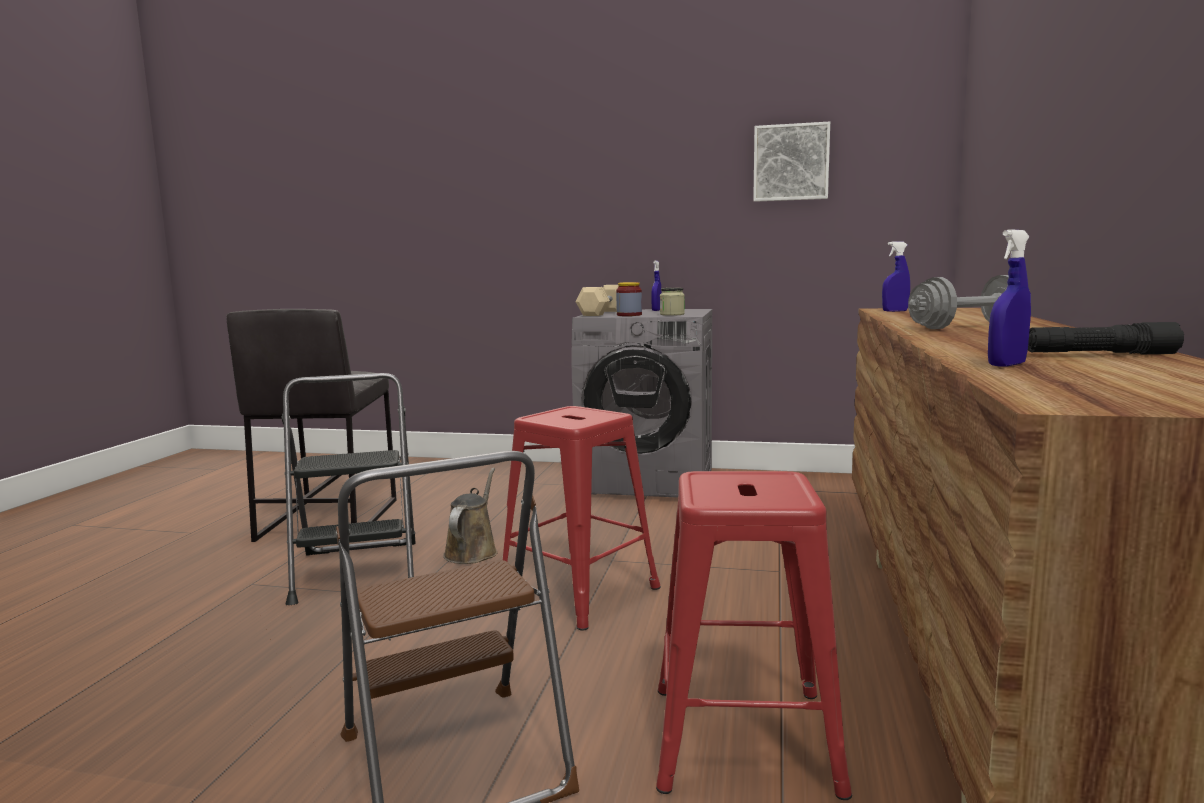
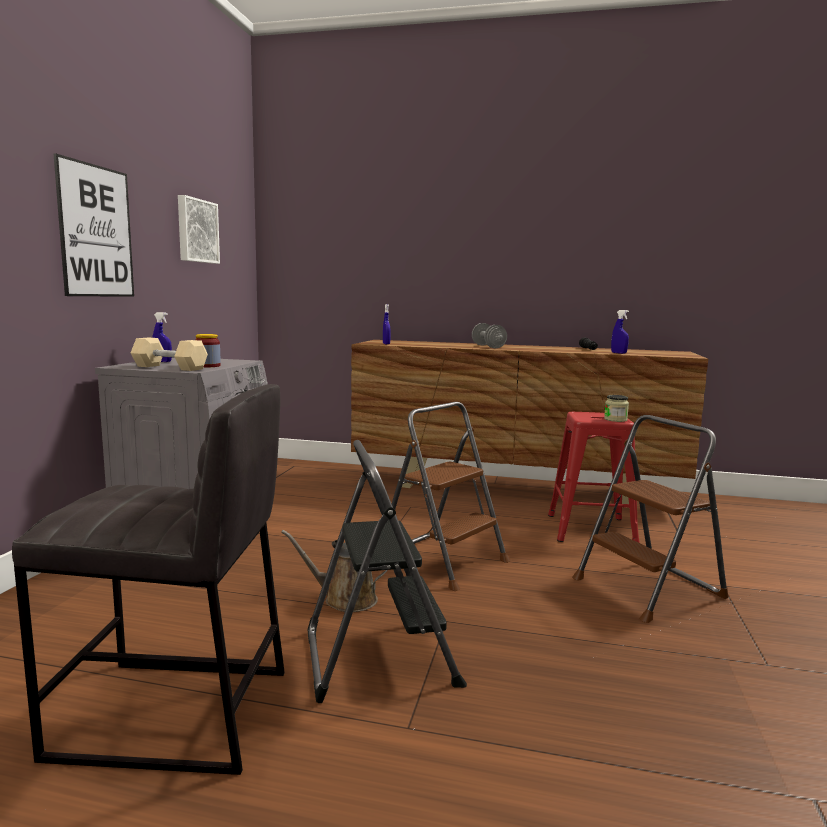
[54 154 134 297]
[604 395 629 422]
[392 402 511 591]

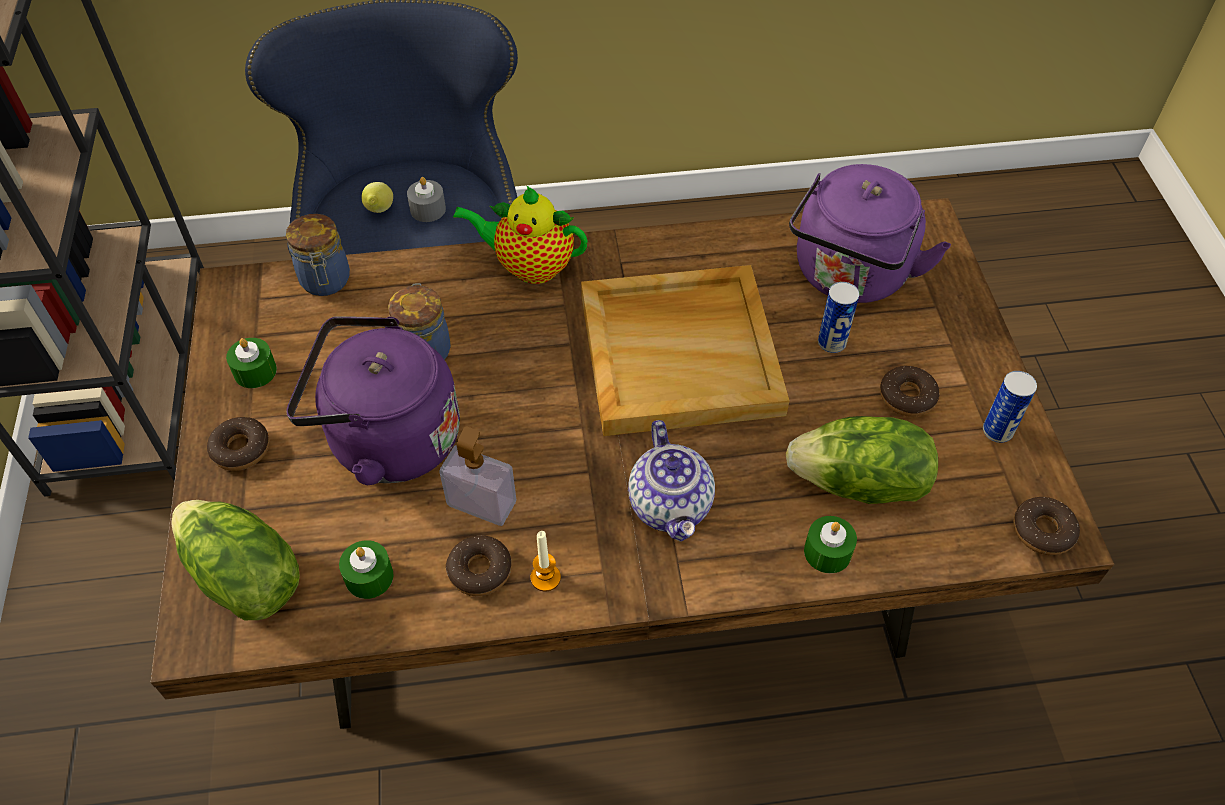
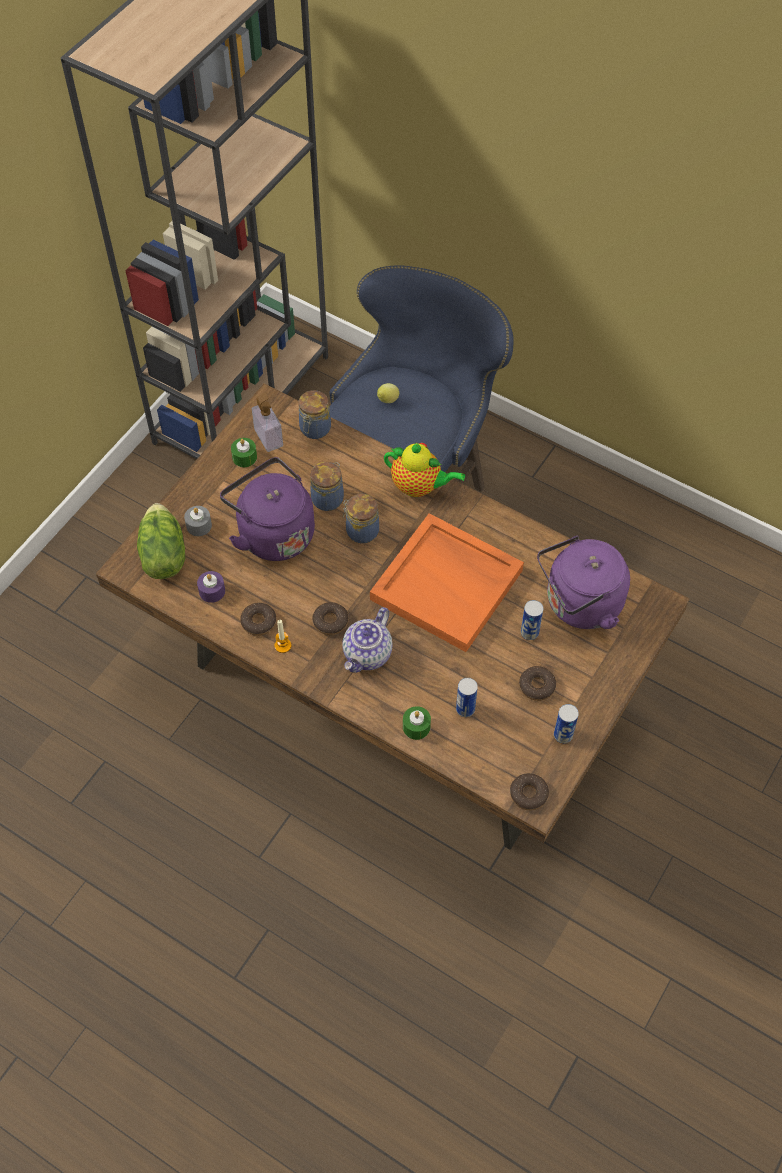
[343 494 379 543]
[312 602 348 635]
[184 506 212 536]
[252 393 283 452]
[456 678 478 717]
[197 571 225 603]
[370 513 524 652]
[384 442 465 497]

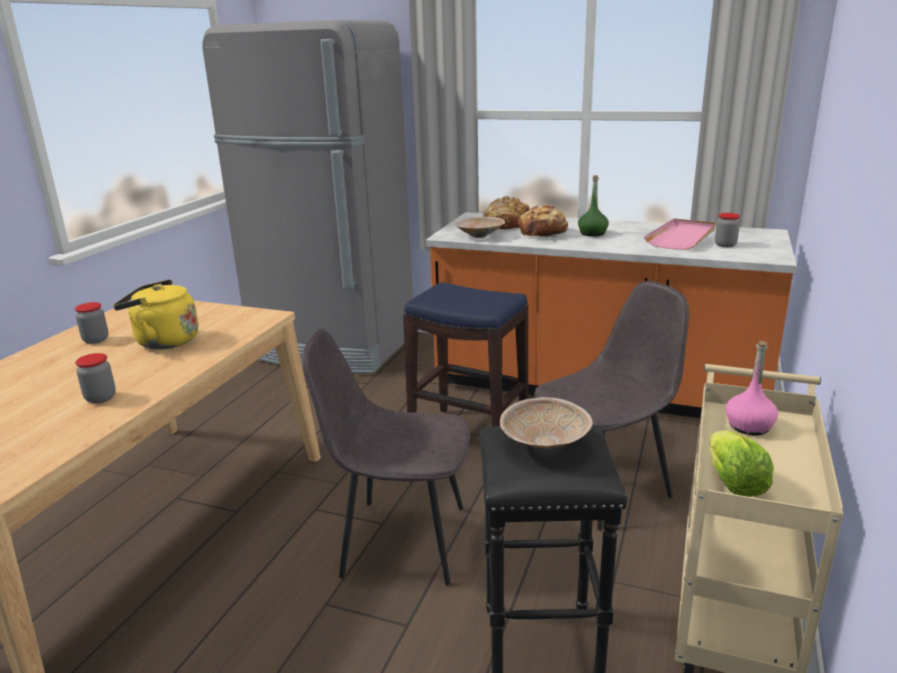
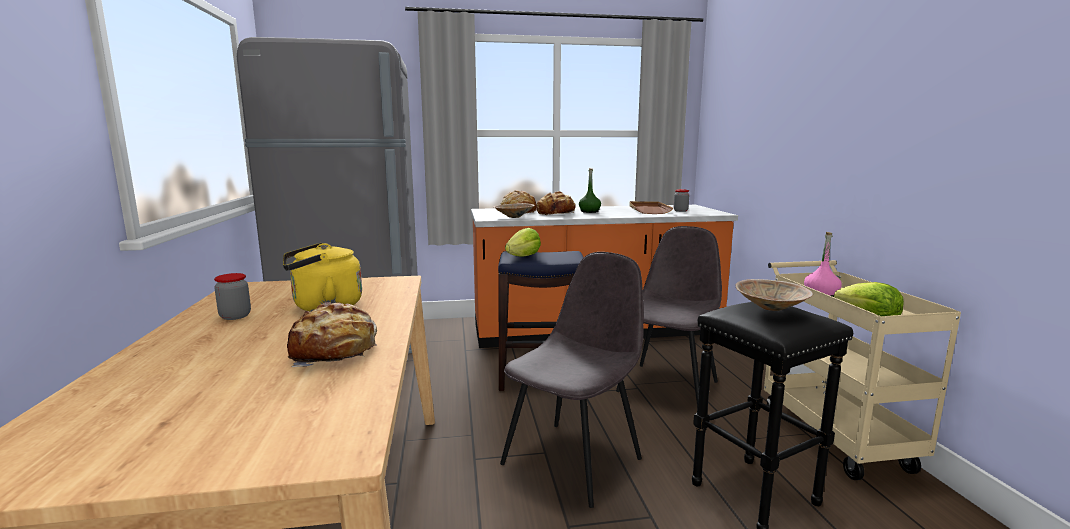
[505 228 541 256]
[287 302 377 367]
[630 201 673 214]
[500 252 643 508]

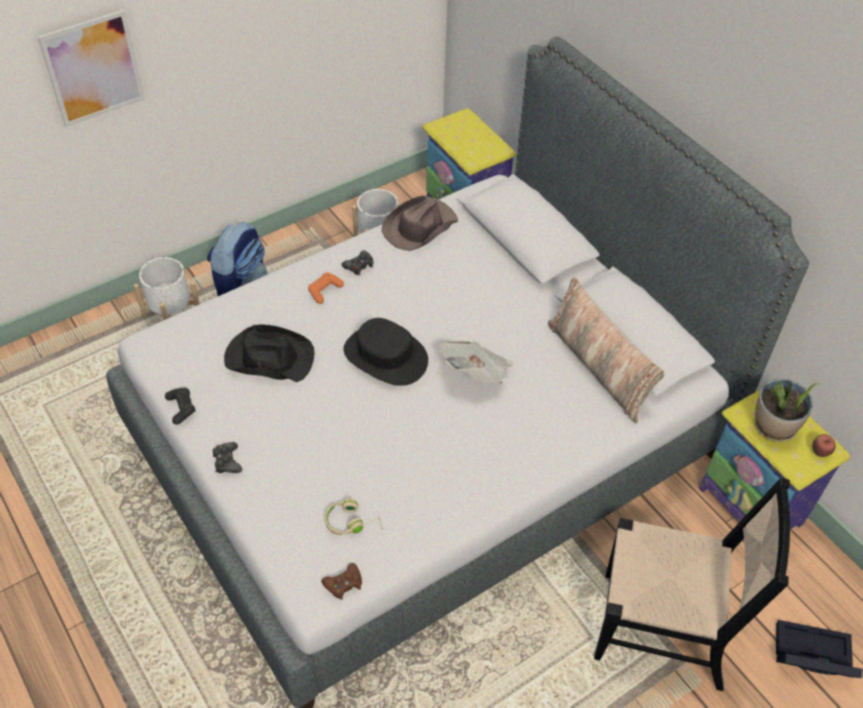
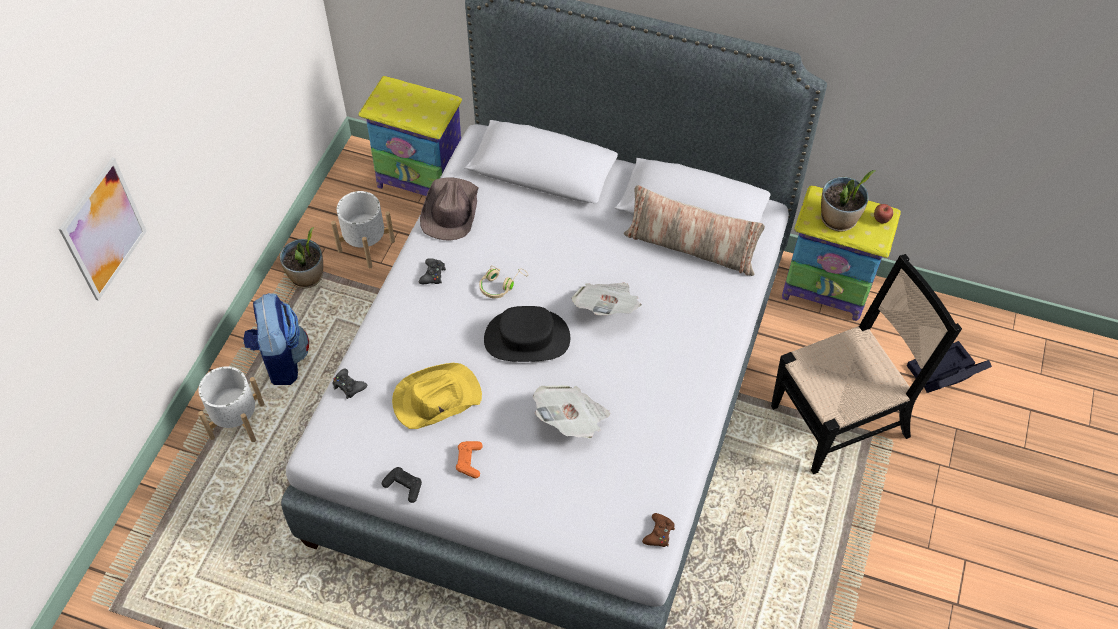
[280 227 323 288]
[533 385 610 438]
[332 368 367 399]
[456 441 483 478]
[479 266 528 298]
[392 363 482 429]

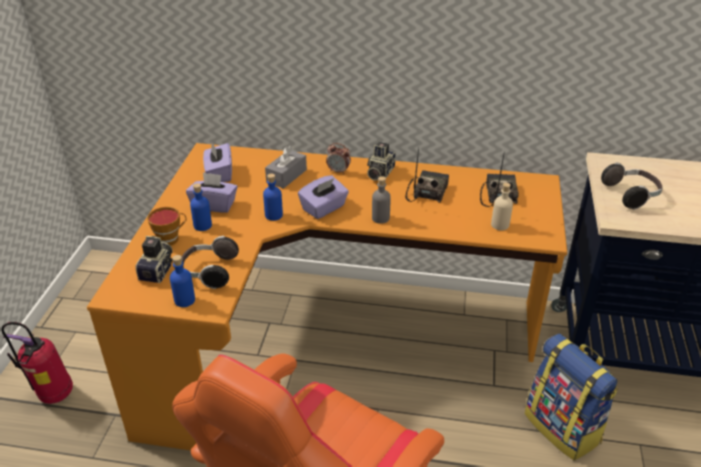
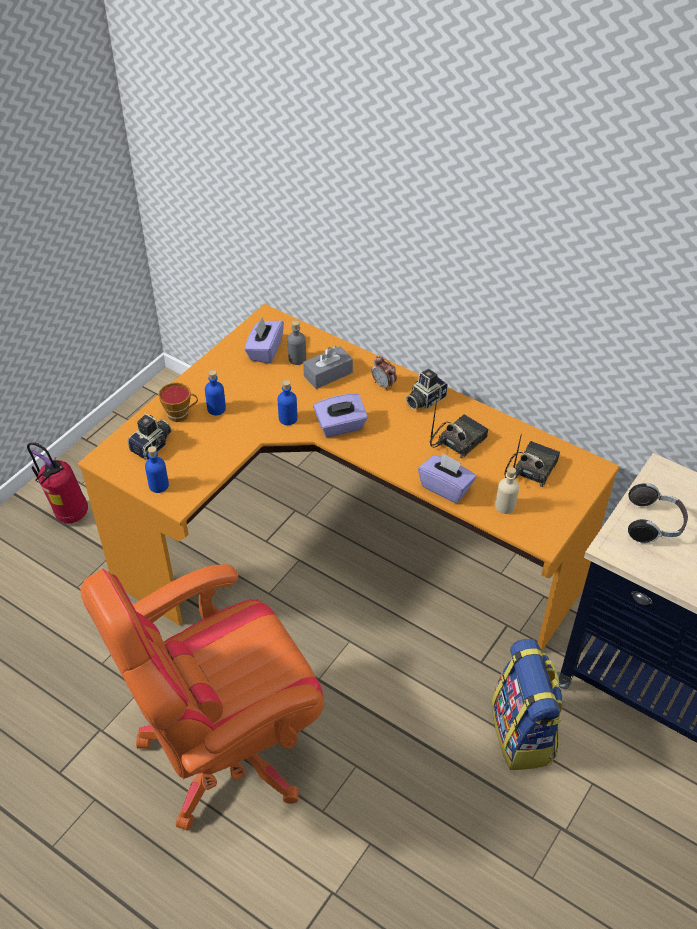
[182 236 239 289] (first image)
[418 453 476 503]
[287 320 306 365]

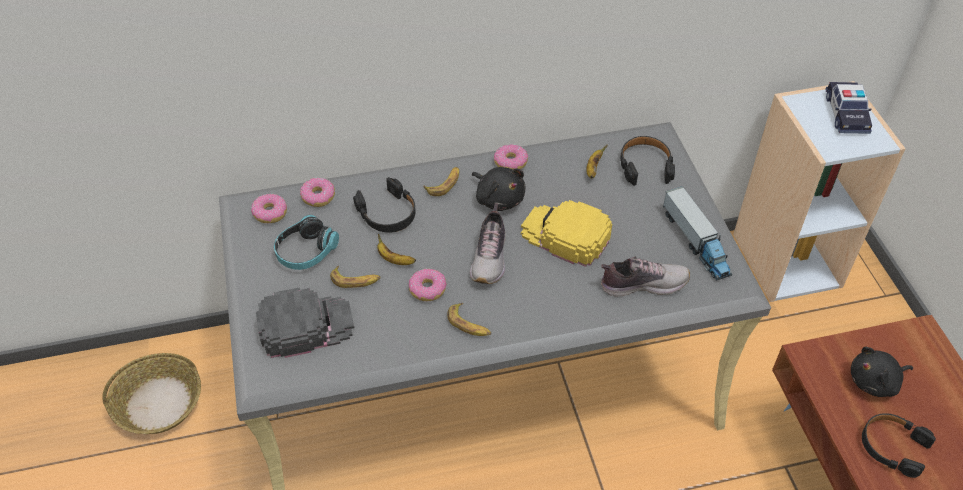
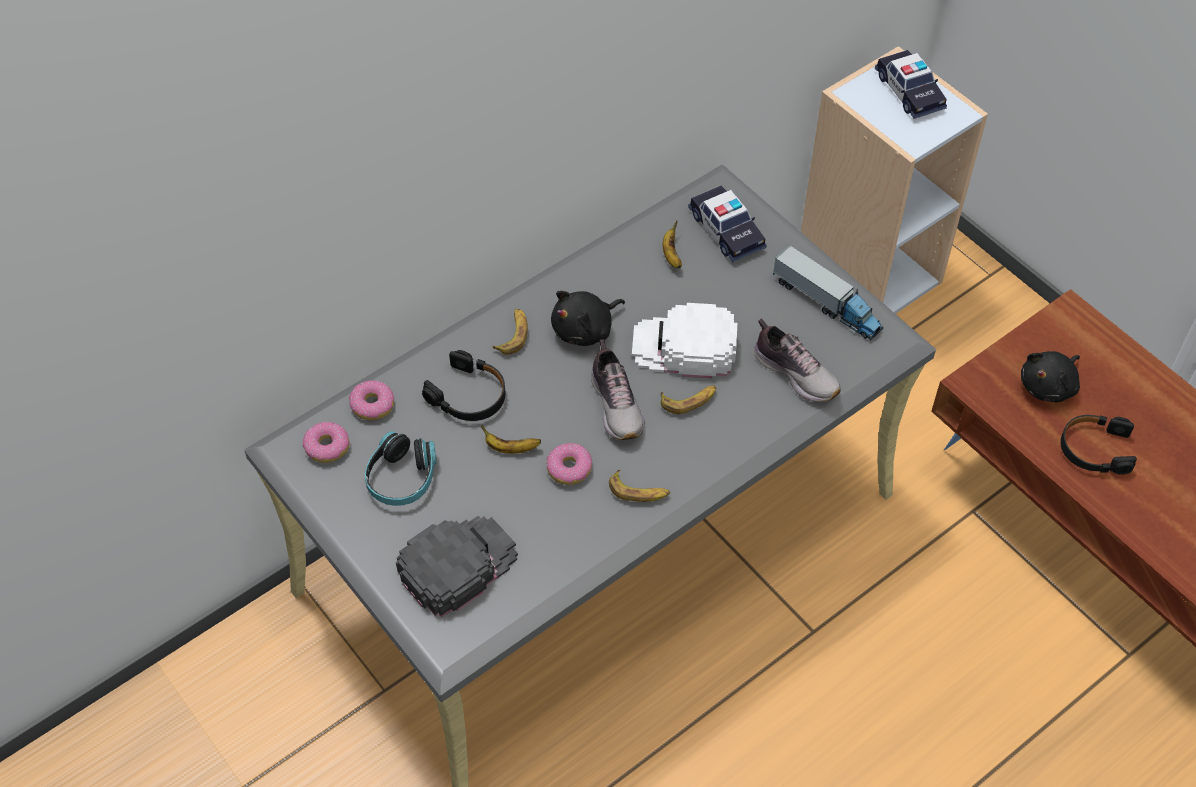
[102 353 201 434] (first image)
[494 144 528 170] (first image)
[661 385 716 414]
[688 186 767 262]
[632 303 737 378]
[551 291 625 346]
[754 319 841 402]

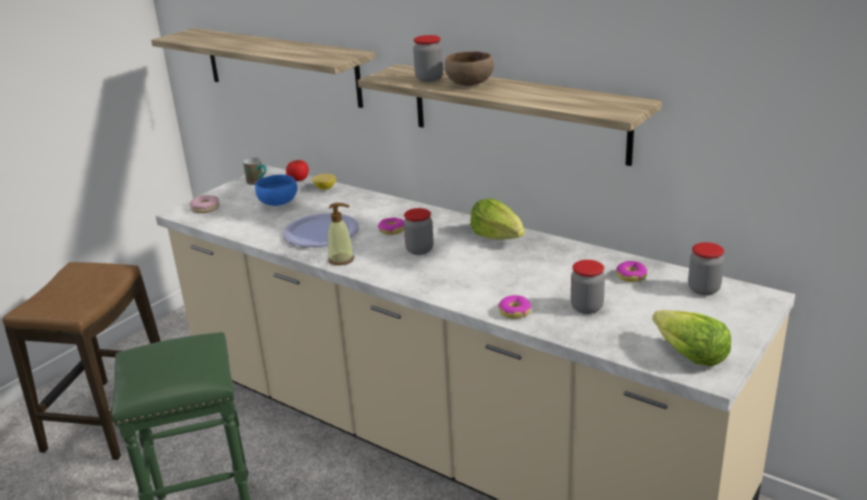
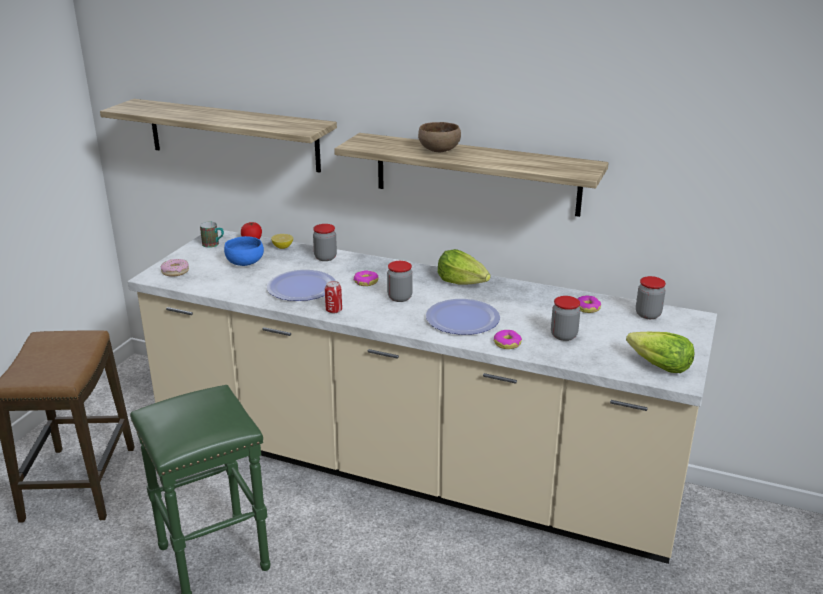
[426 299 500 335]
[313 224 337 261]
[325 281 342 313]

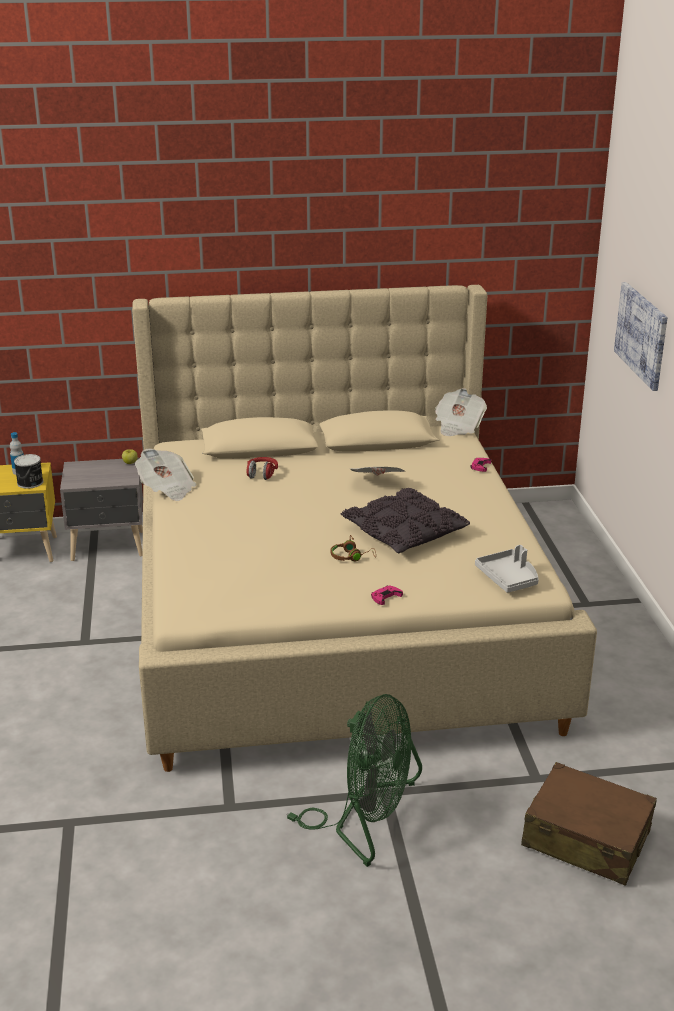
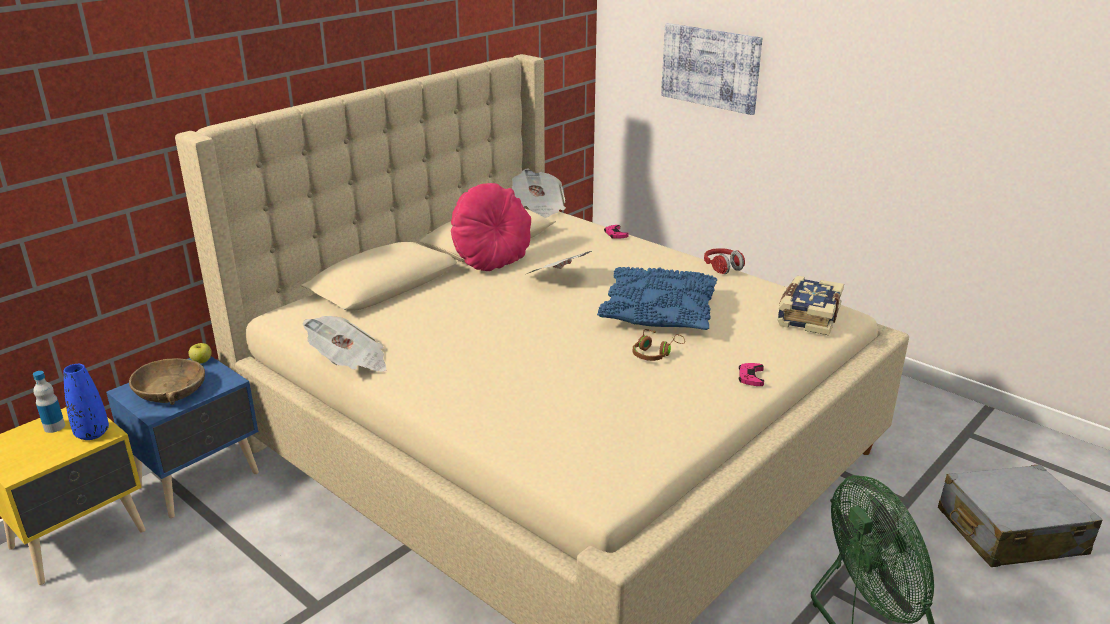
[129 358 205 405]
[451 183 531 271]
[704 248 745 274]
[64 364 109 440]
[777 276 844 336]
[106 356 259 518]
[597 267 717 330]
[938 464 1102 567]

